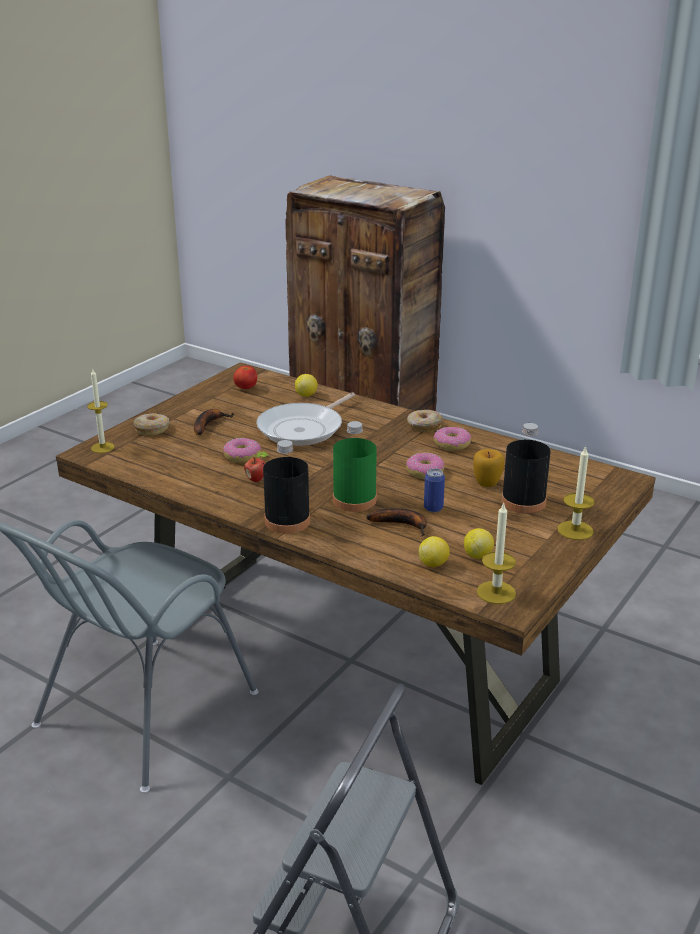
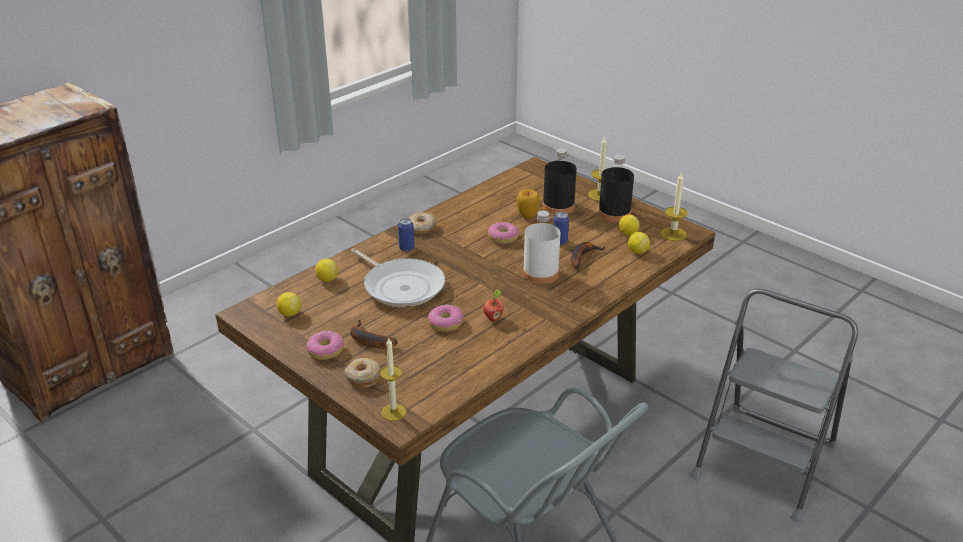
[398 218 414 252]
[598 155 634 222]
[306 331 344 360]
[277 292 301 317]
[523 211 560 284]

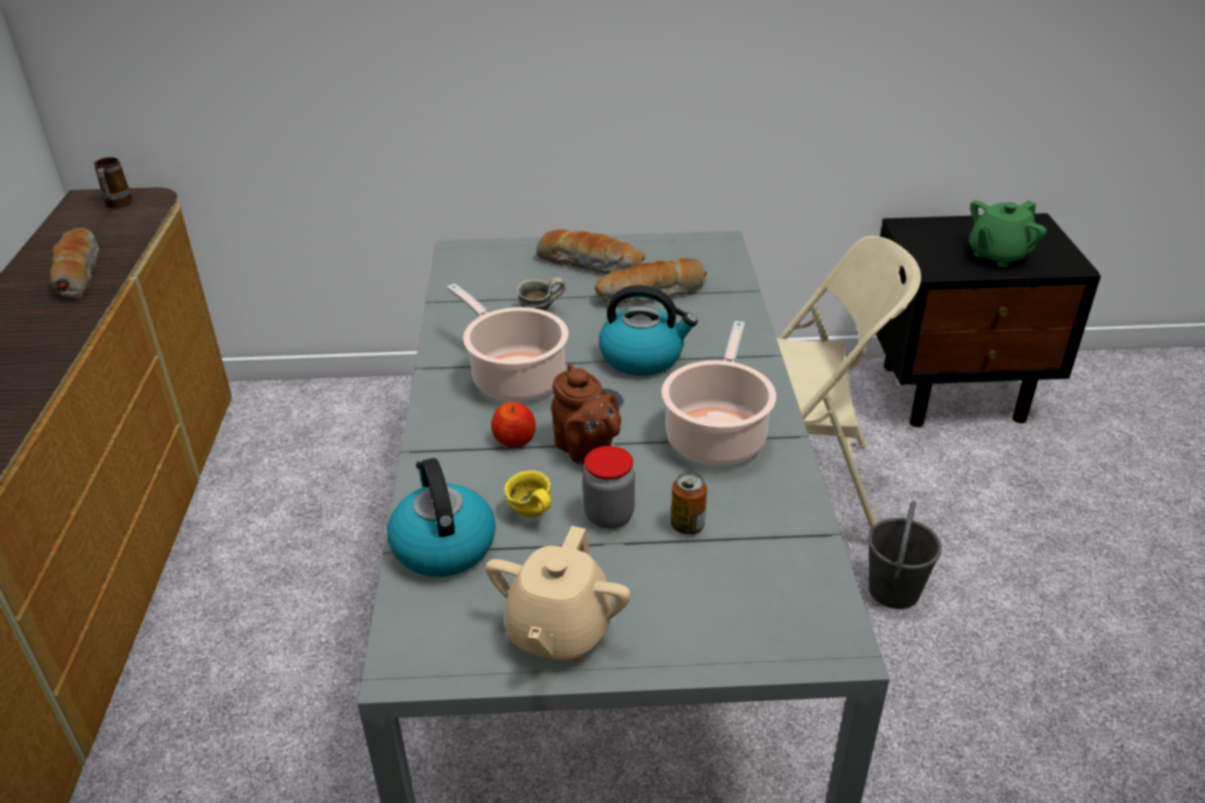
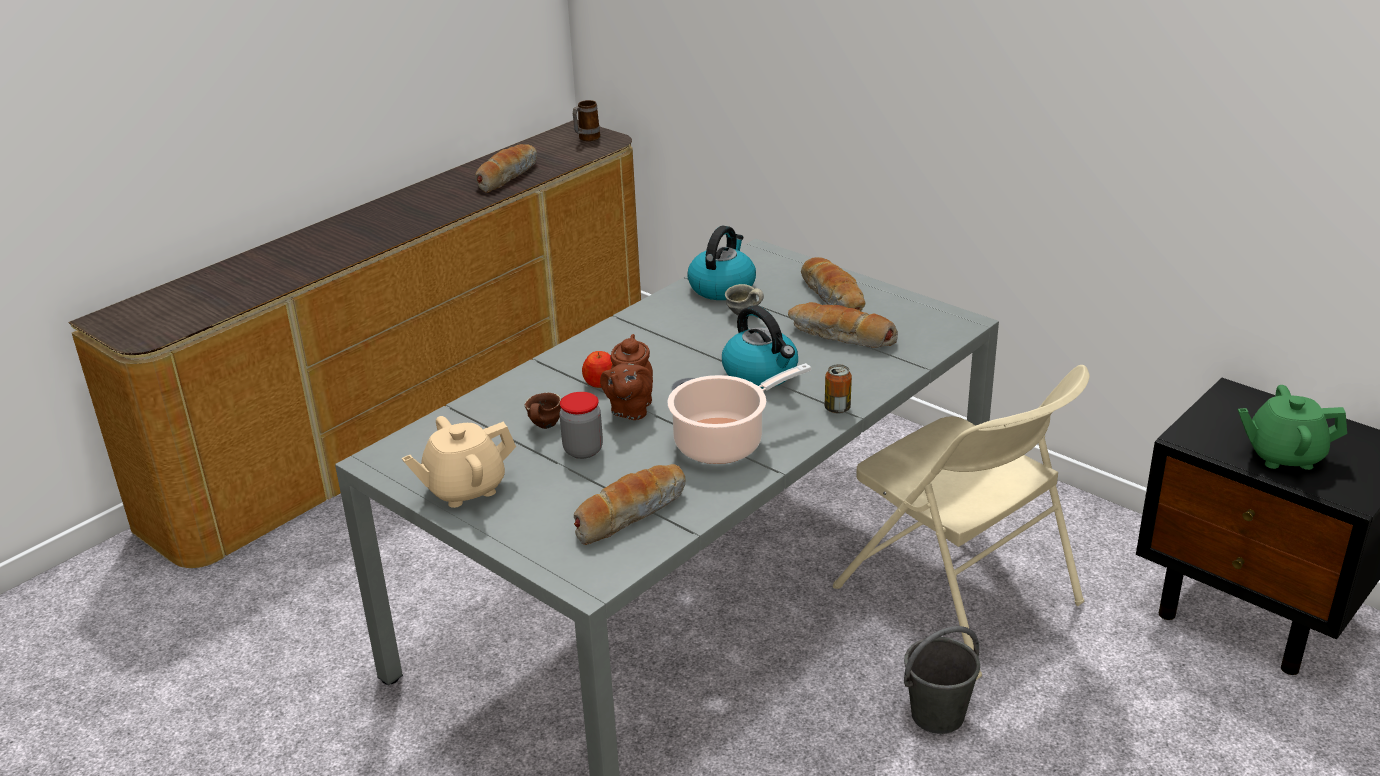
[447 283 568 402] (first image)
[574 464 685 545]
[687 226 756 300]
[825 364 852 414]
[525 393 561 429]

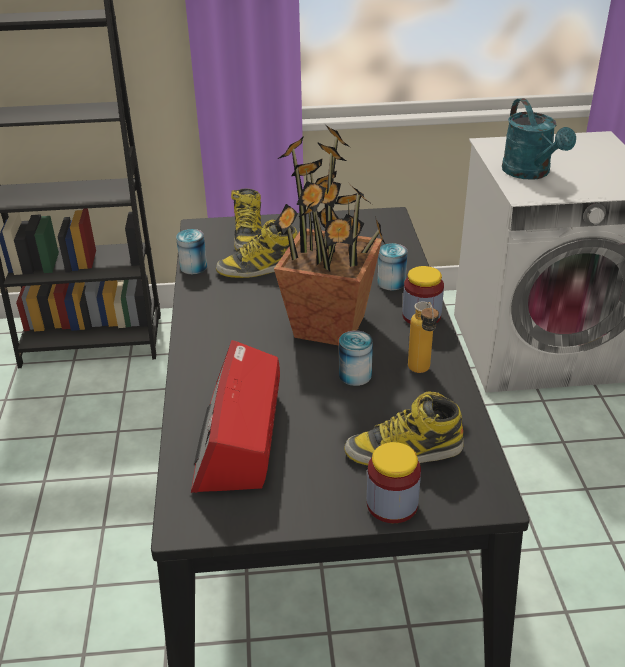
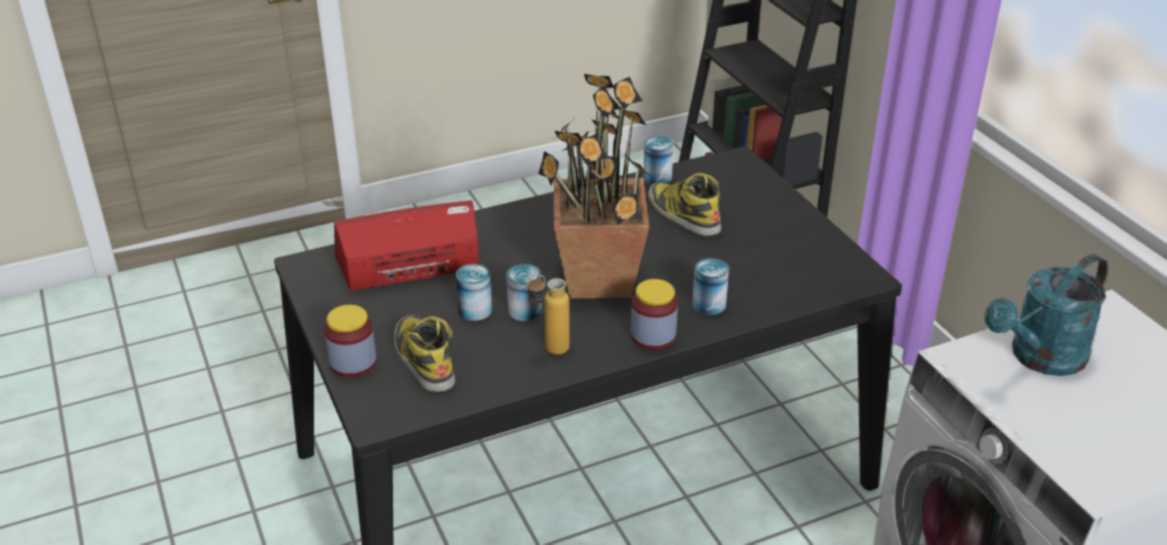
[231 189 262 250] (first image)
[456 264 492 321]

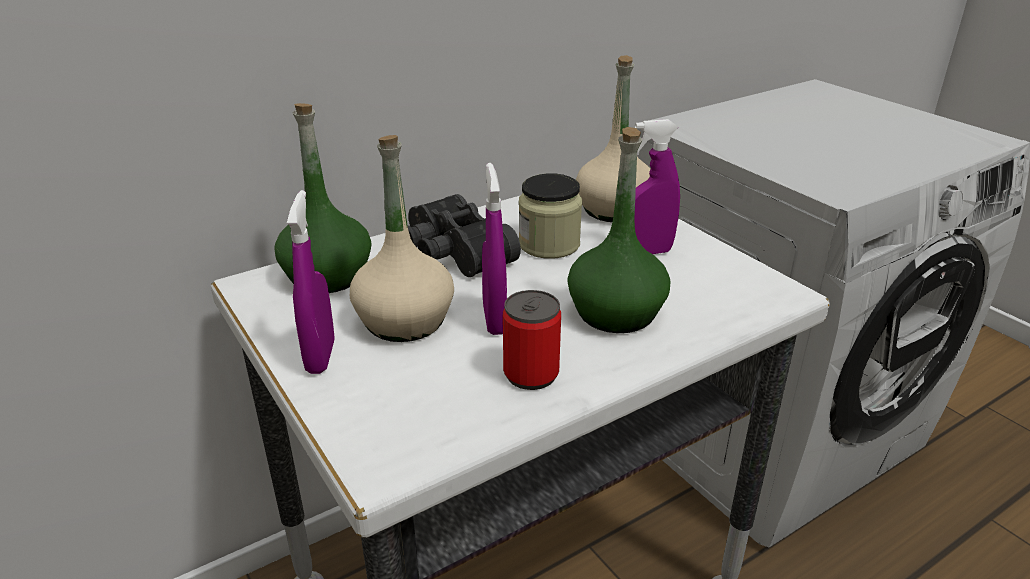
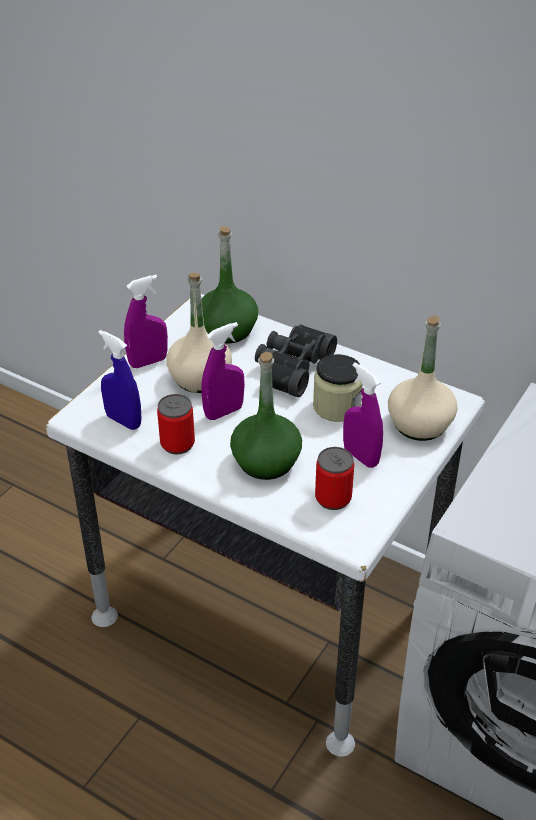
[98 330 141 430]
[315 447 354 510]

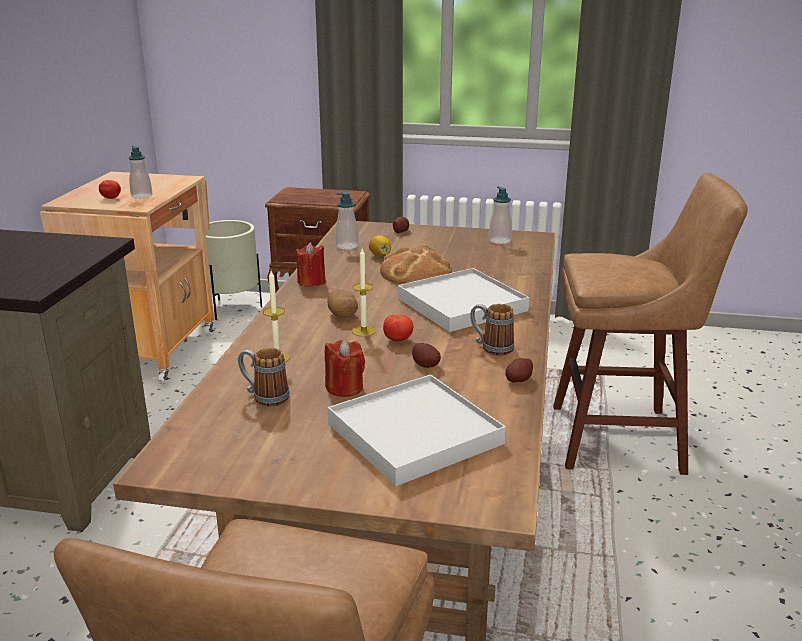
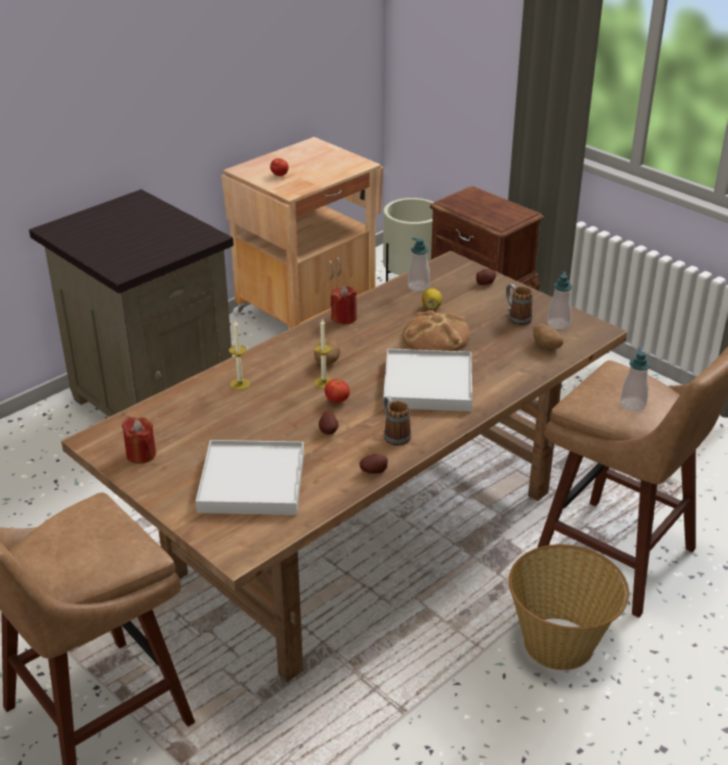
[509 544 629 670]
[533 324 563 349]
[620 348 650 411]
[506 284 533 325]
[122 417 156 464]

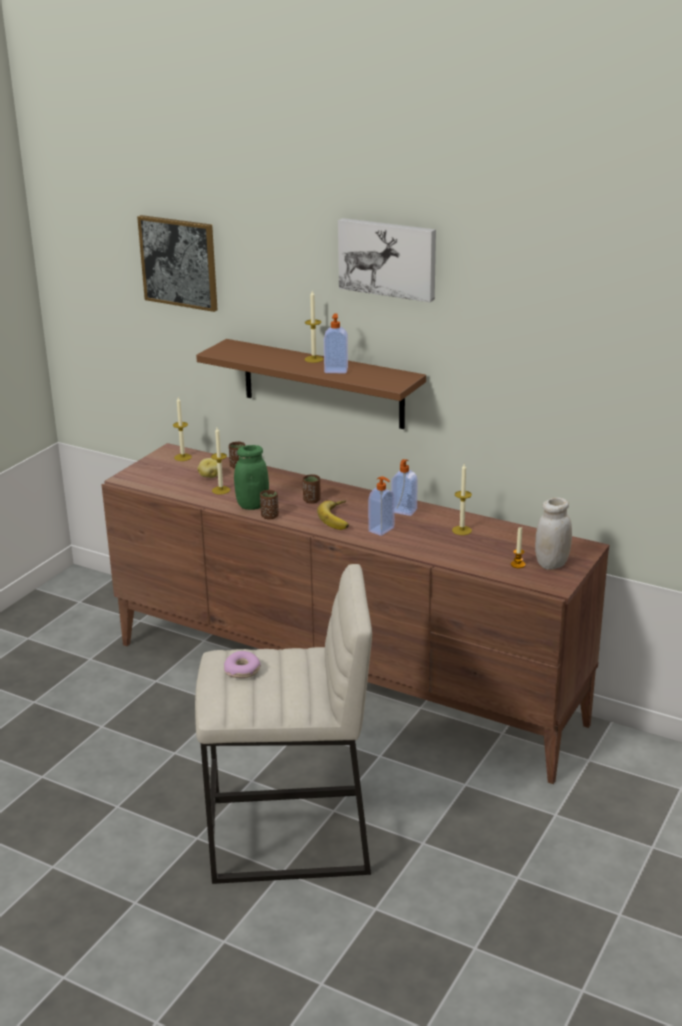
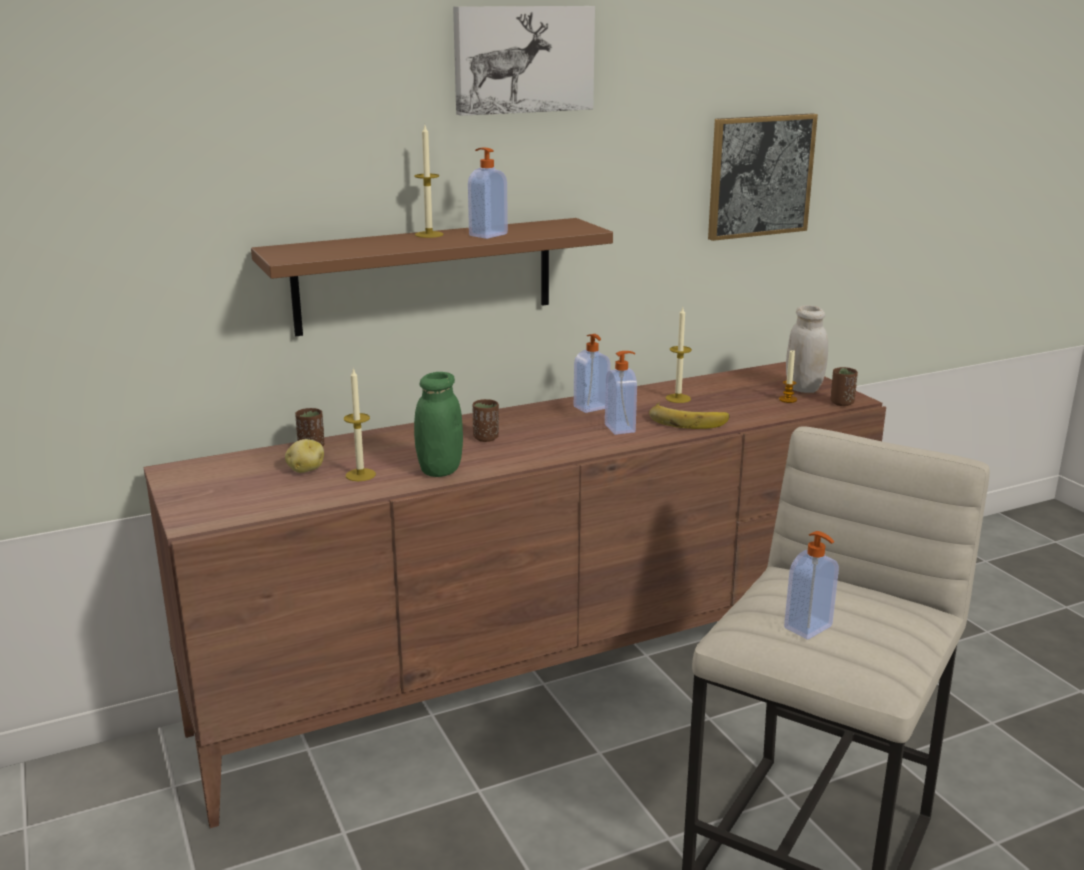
[173 397 192 461] (first image)
[708 113 818 241]
[830 367 858 406]
[649 402 730 429]
[784 531 839 639]

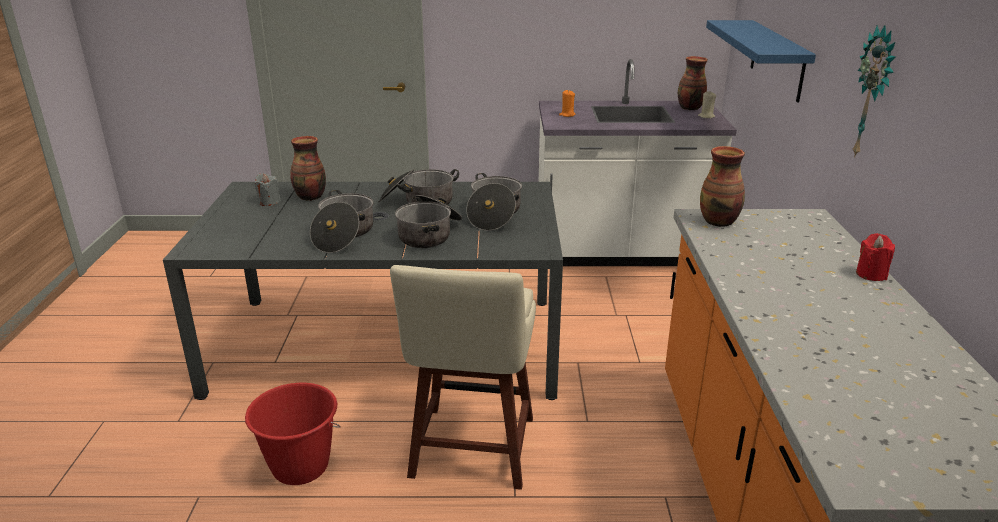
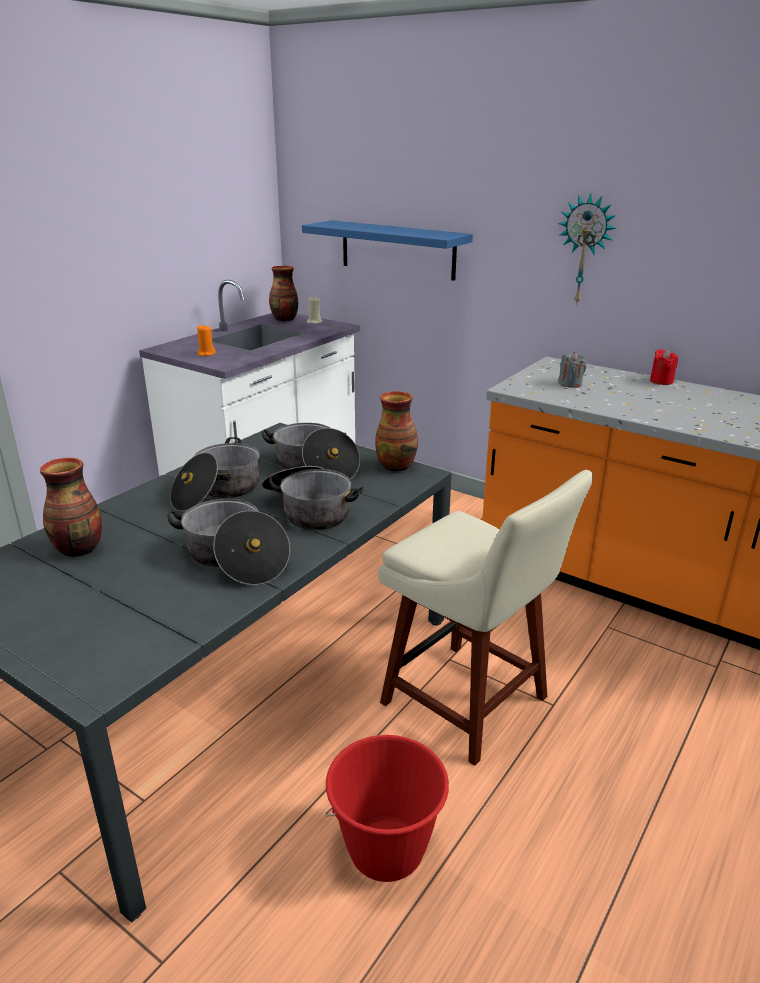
[558 352 586 388]
[375 391 418 471]

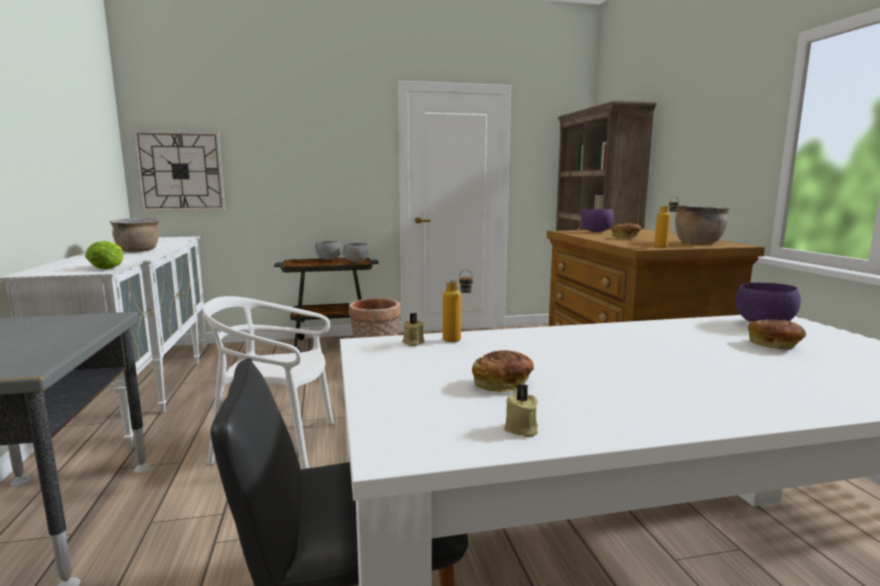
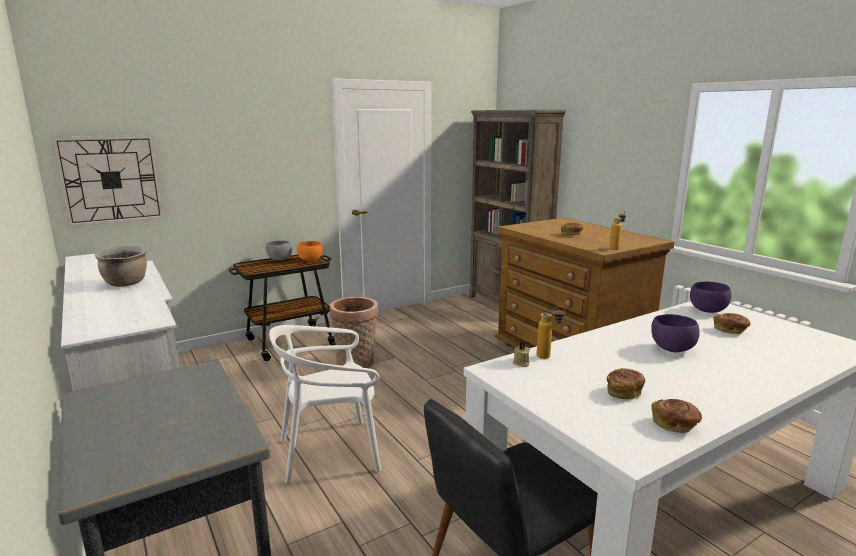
[85 241 124 269] (first image)
[675 205 730 244] (first image)
[651 314 700 352]
[651 399 702 433]
[297 241 323 261]

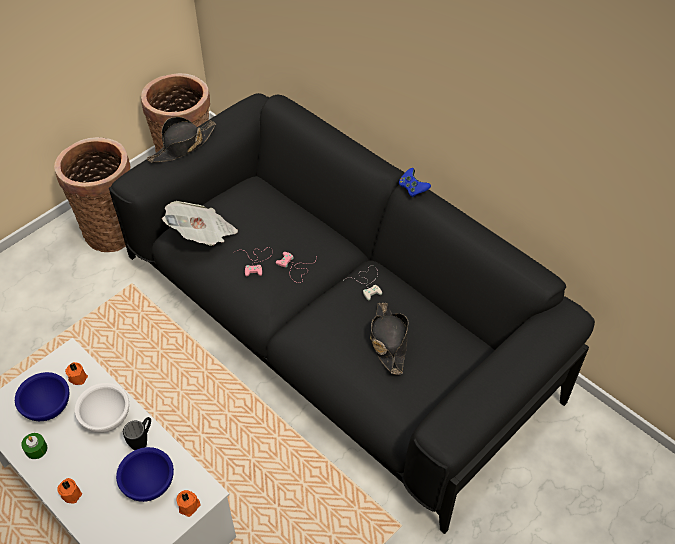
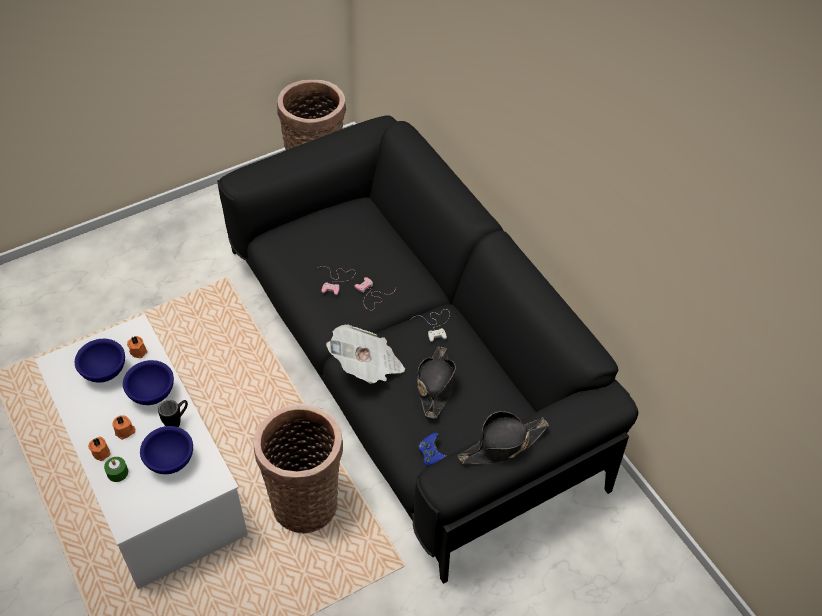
[104 457 128 482]
[253 403 343 534]
[458 411 549 464]
[326 324 405 384]
[113 415 135 440]
[418 433 446 466]
[123 360 174 405]

